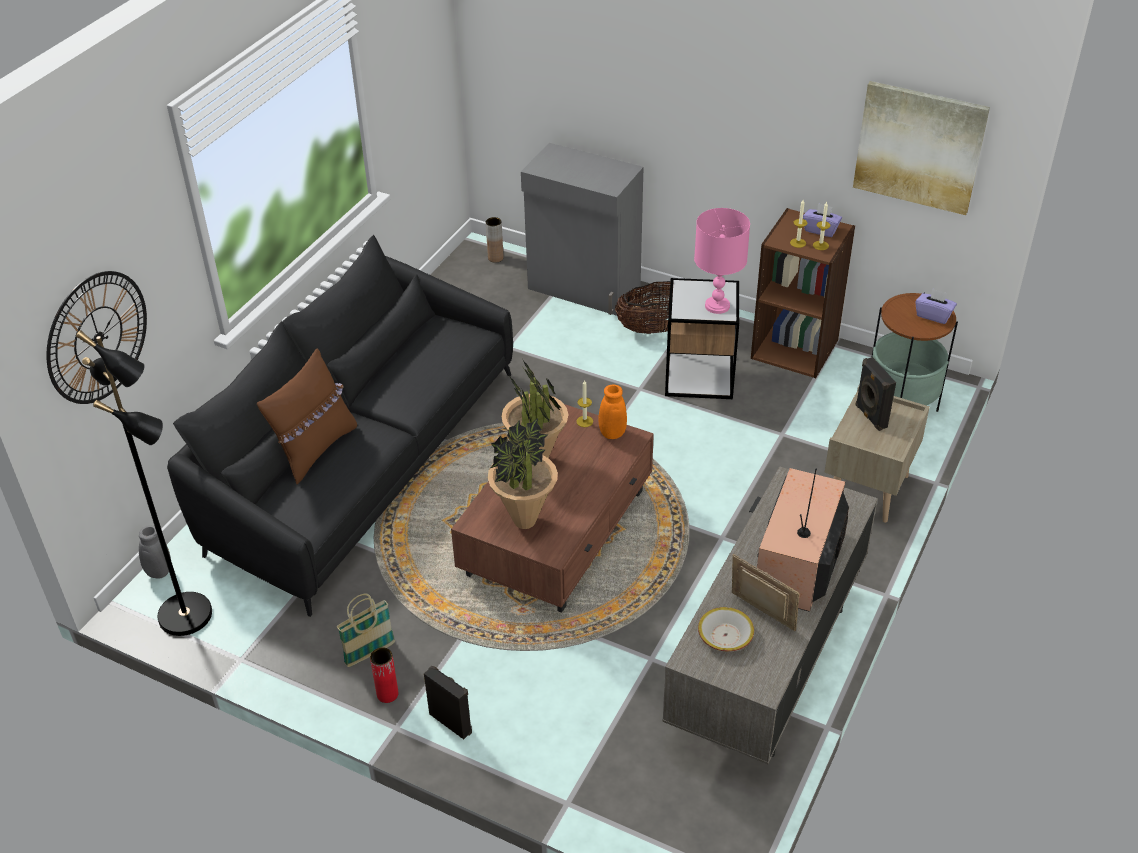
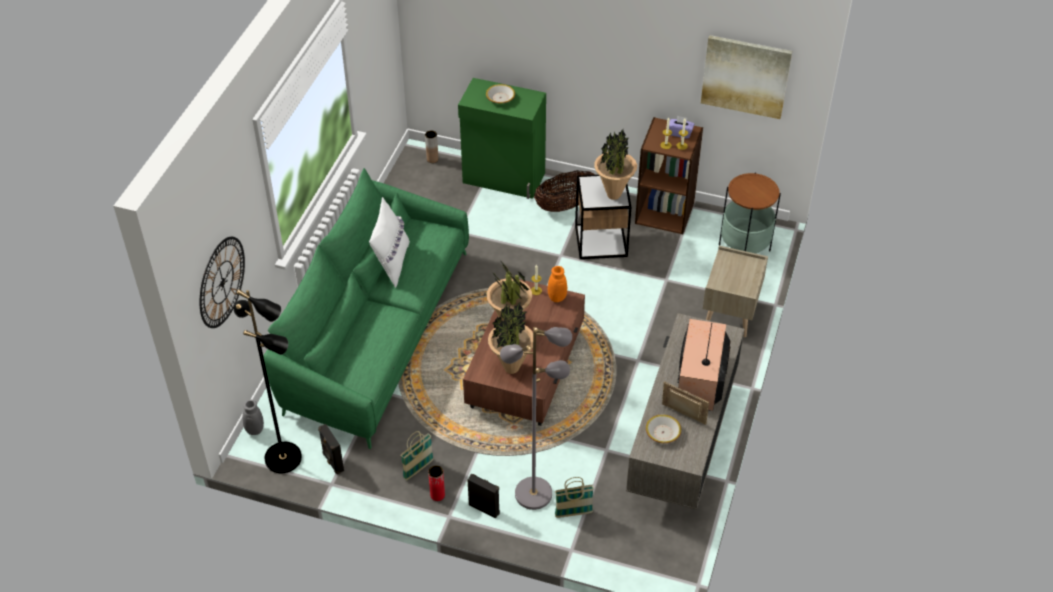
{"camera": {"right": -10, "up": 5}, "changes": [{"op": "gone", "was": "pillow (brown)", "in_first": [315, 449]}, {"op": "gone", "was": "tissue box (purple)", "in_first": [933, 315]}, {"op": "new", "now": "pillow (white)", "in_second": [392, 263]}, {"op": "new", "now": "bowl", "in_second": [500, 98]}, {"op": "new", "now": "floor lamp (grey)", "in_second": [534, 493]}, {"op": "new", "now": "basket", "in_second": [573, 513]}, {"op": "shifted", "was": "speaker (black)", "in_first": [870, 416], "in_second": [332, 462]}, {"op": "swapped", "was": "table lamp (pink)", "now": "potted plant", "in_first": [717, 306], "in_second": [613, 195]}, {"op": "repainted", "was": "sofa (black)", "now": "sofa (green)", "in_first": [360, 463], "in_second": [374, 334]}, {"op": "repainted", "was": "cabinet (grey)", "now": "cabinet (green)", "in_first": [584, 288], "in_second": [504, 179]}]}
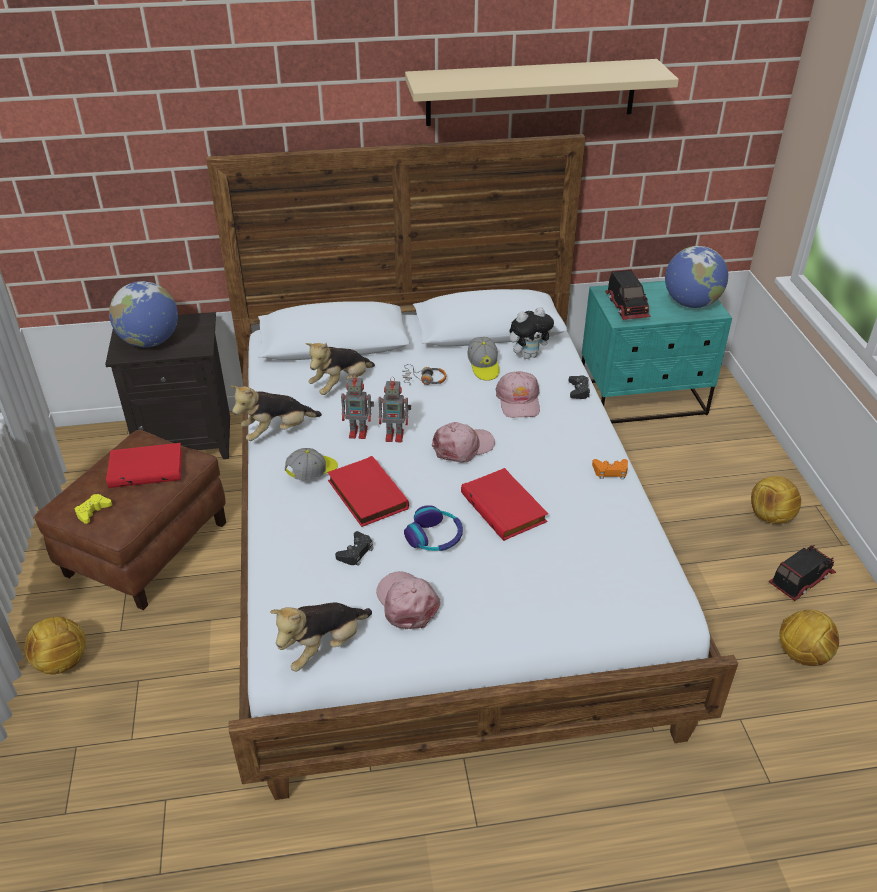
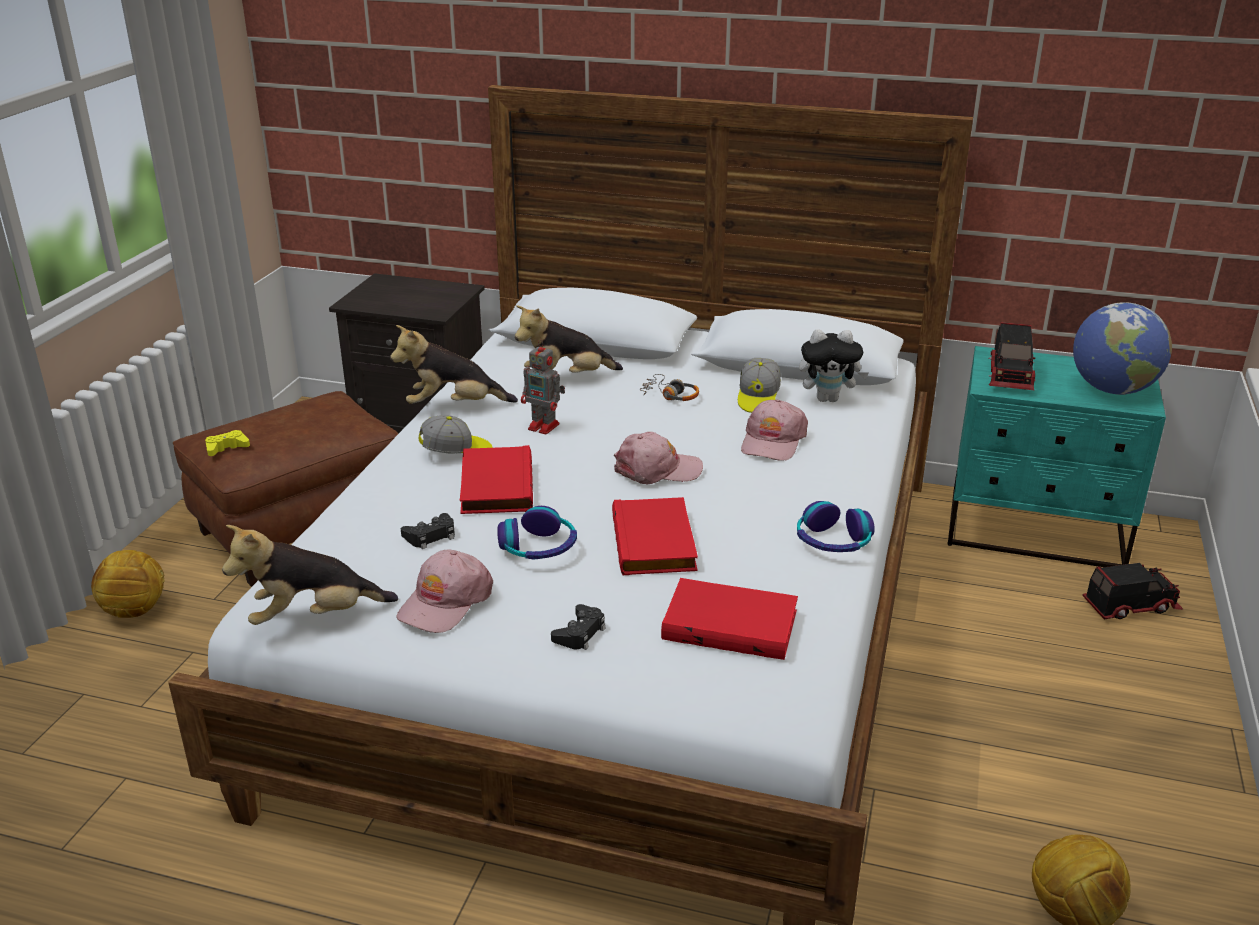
{"camera": {"right": 25, "up": -10}, "changes": [{"op": "gone", "was": "globe", "in_first": [150, 342]}, {"op": "gone", "was": "toy robot", "in_first": [395, 435]}, {"op": "gone", "was": "shelf (beige)", "in_first": [531, 92]}, {"op": "gone", "was": "football", "in_first": [769, 516]}, {"op": "shifted", "was": "book (red)", "in_first": [147, 468], "in_second": [731, 624]}, {"op": "shifted", "was": "game controller (black)", "in_first": [578, 390], "in_second": [580, 633]}, {"op": "shifted", "was": "toy truck", "in_first": [800, 579], "in_second": [1129, 605]}, {"op": "swapped", "was": "game controller (orange)", "now": "headphones", "in_first": [610, 471], "in_second": [833, 541]}, {"op": "rotated", "was": "cap (pink)", "in_first": [407, 603], "in_second": [445, 602], "clockwise": -150}]}
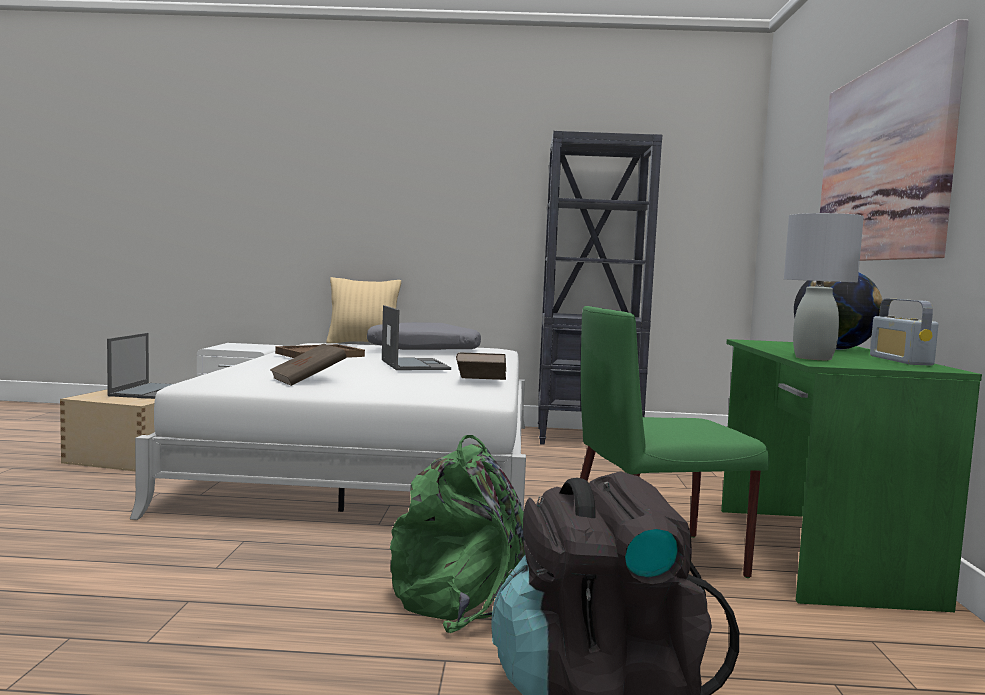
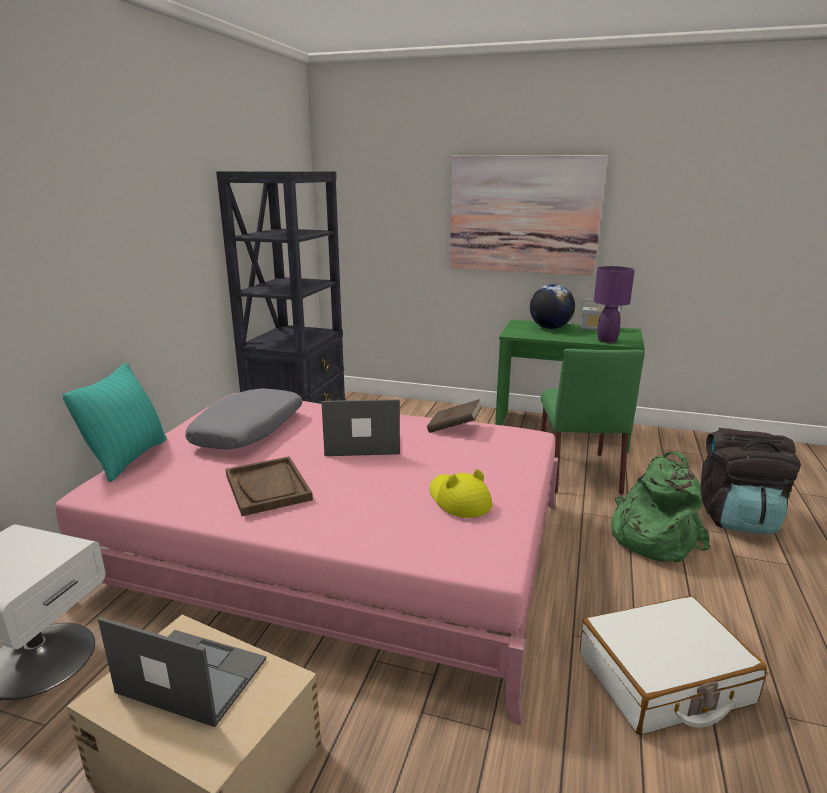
{"camera": {"right": -75, "up": 15}, "changes": [{"op": "new", "now": "suitcase (white)", "in_second": [664, 679]}, {"op": "swapped", "was": "book (brown)", "now": "hat (yellow)", "in_first": [308, 381], "in_second": [458, 500]}, {"op": "repainted", "was": "bed (white)", "now": "bed (pink)", "in_first": [378, 462], "in_second": [337, 549]}, {"op": "repainted", "was": "pillow (beige)", "now": "pillow (turquoise)", "in_first": [363, 343], "in_second": [128, 459]}, {"op": "repainted", "was": "table lamp (grey)", "now": "table lamp (purple)", "in_first": [812, 358], "in_second": [606, 340]}]}
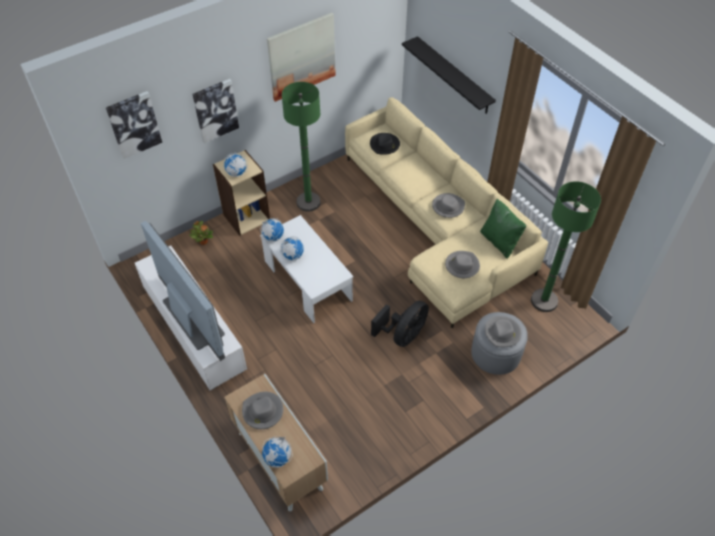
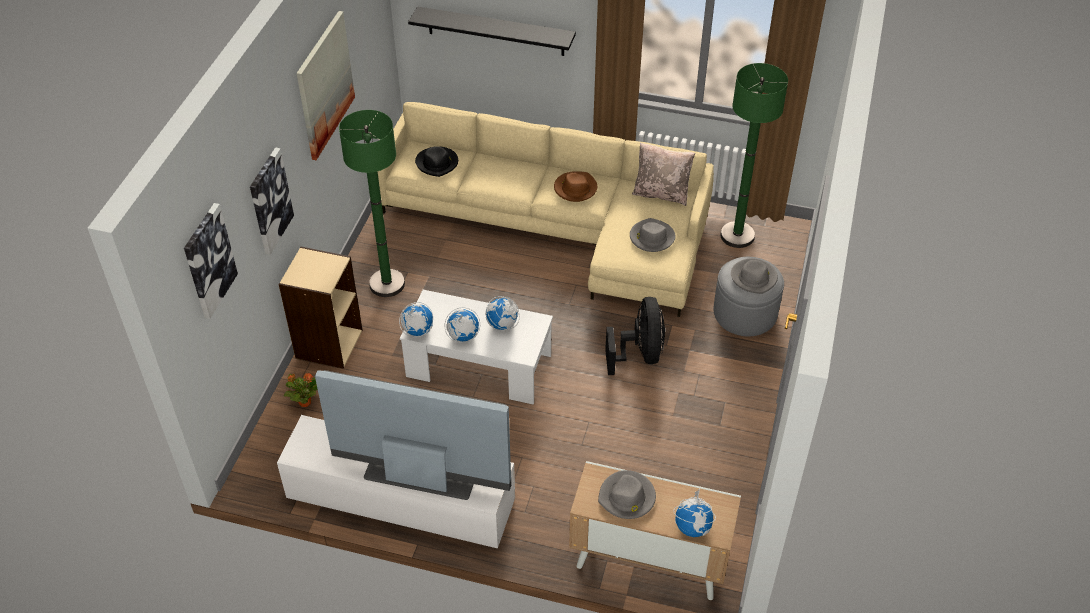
{"camera": {"right": -40, "up": -5}, "changes": [{"op": "shifted", "was": "globe", "in_first": [236, 173], "in_second": [502, 325]}, {"op": "repainted", "was": "hat (grey)", "now": "hat (brown)", "in_first": [448, 206], "in_second": [575, 188]}, {"op": "repainted", "was": "pillow (green)", "now": "pillow (beige)", "in_first": [499, 241], "in_second": [661, 193]}]}
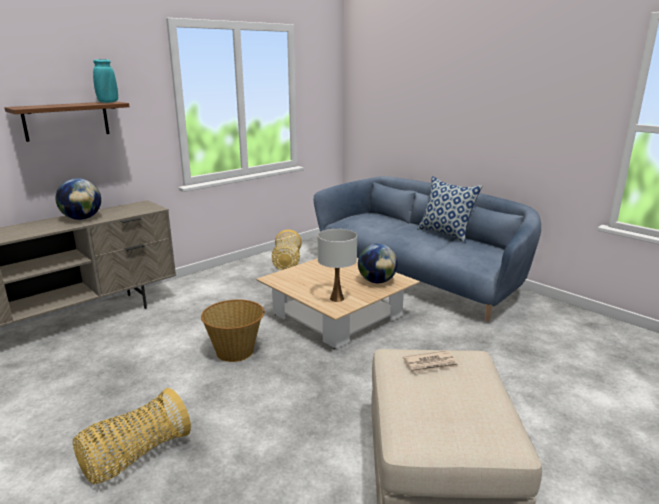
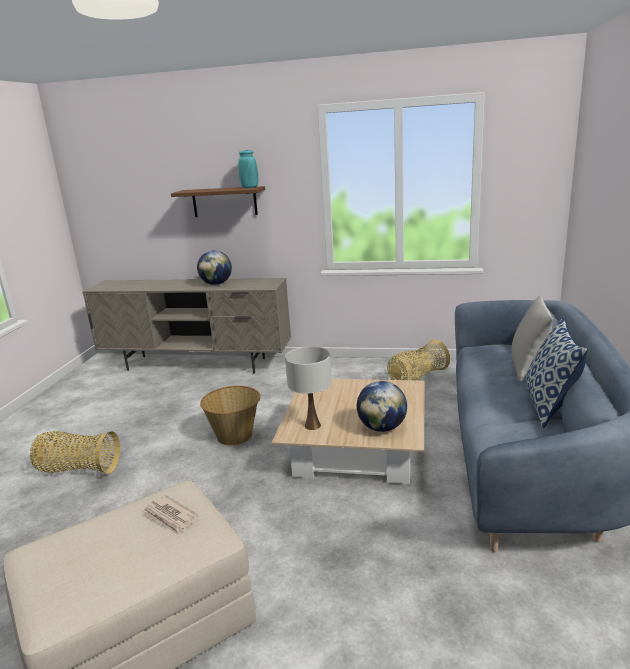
{"camera": {"right": 55, "up": 0}, "changes": [{"op": "new", "now": "pillow (grey)", "in_second": [528, 368]}]}
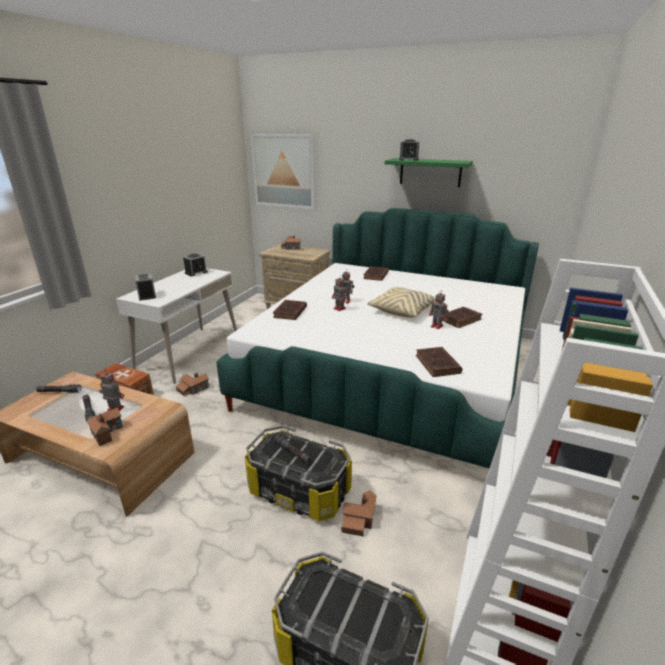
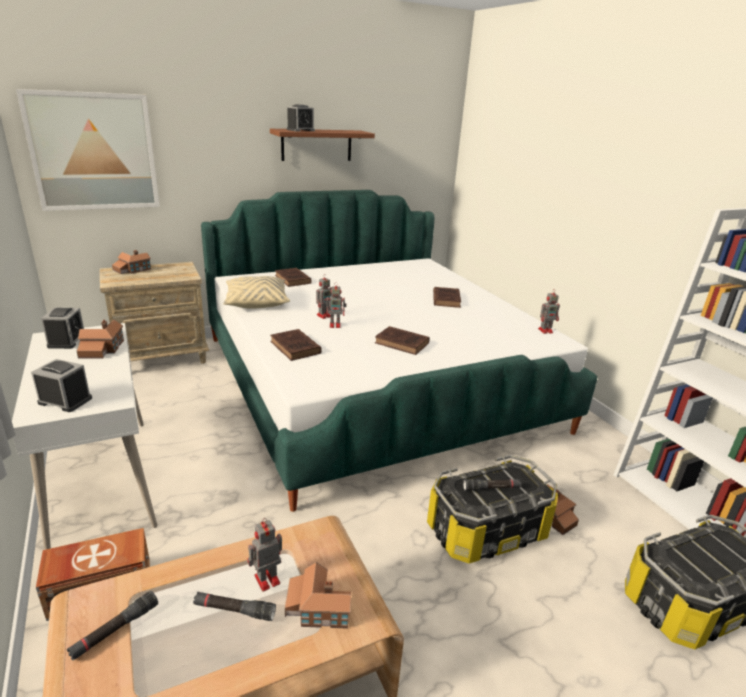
{"camera": {"right": -50, "up": 0}, "changes": [{"op": "shifted", "was": "toy house", "in_first": [193, 389], "in_second": [102, 349]}, {"op": "shifted", "was": "pillow (beige)", "in_first": [402, 310], "in_second": [256, 302]}, {"op": "shifted", "was": "book (brown)", "in_first": [438, 365], "in_second": [403, 343]}, {"op": "shifted", "was": "toy robot", "in_first": [437, 326], "in_second": [546, 330]}, {"op": "repainted", "was": "shelf (green)", "now": "shelf (brown)", "in_first": [430, 172], "in_second": [316, 145]}]}
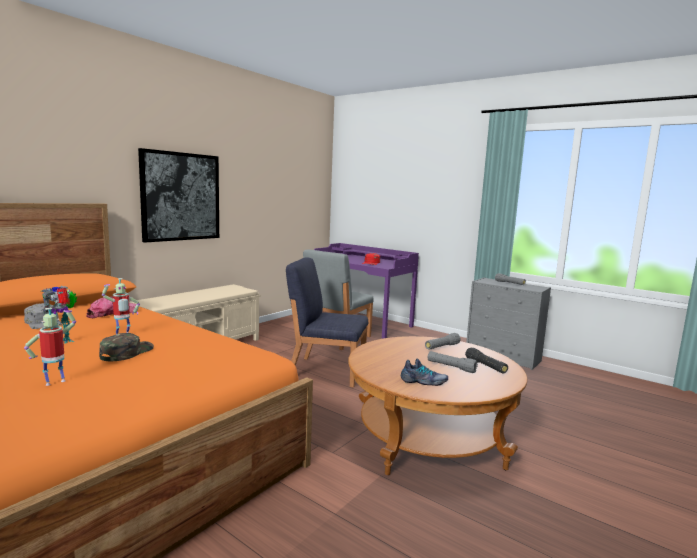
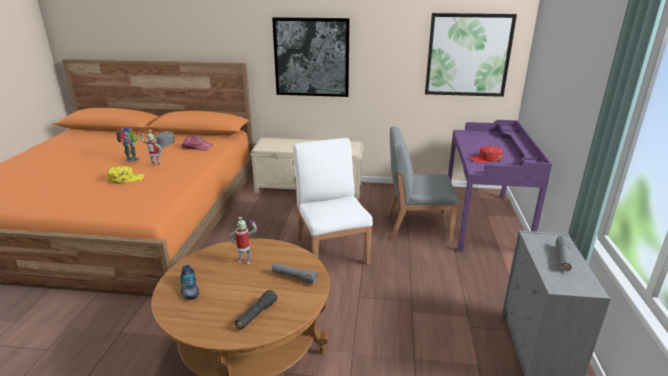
{"camera": {"right": 60, "up": 15}, "changes": [{"op": "gone", "was": "flashlight (grey)", "in_first": [451, 367]}, {"op": "new", "now": "picture", "in_second": [468, 55]}, {"op": "shifted", "was": "toy robot", "in_first": [55, 382], "in_second": [245, 261]}, {"op": "repainted", "was": "cap (green)", "now": "cap (yellow)", "in_first": [126, 352], "in_second": [126, 178]}, {"op": "repainted", "was": "chair (blue)", "now": "chair (white)", "in_first": [326, 371], "in_second": [332, 251]}]}
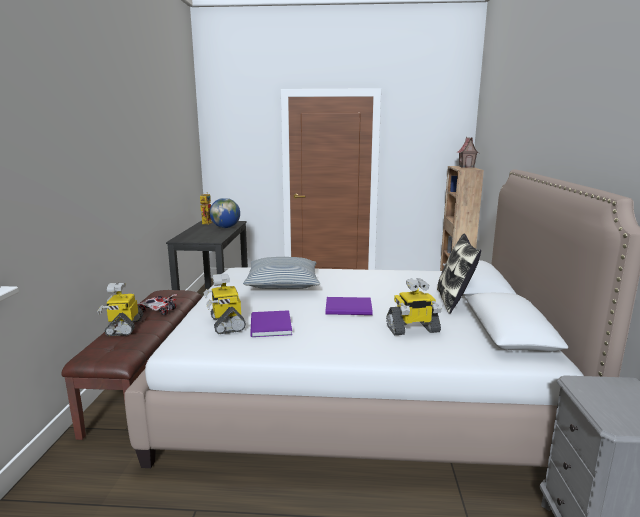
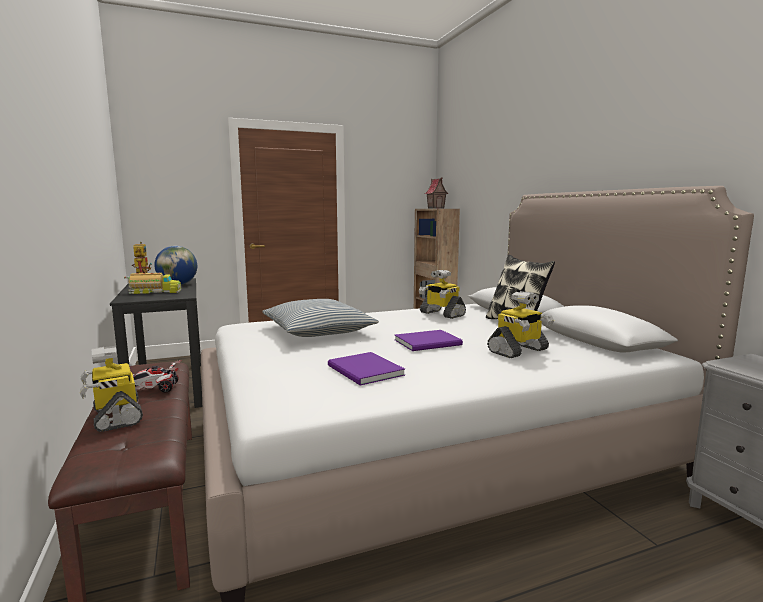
{"camera": {"right": -25, "up": -5}, "changes": [{"op": "new", "now": "toy truck", "in_second": [155, 292]}, {"op": "shifted", "was": "toy robot", "in_first": [226, 323], "in_second": [441, 314]}]}
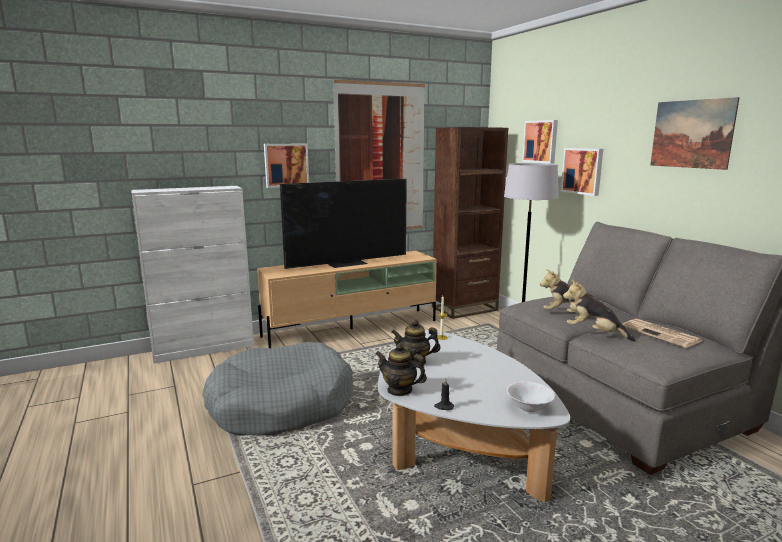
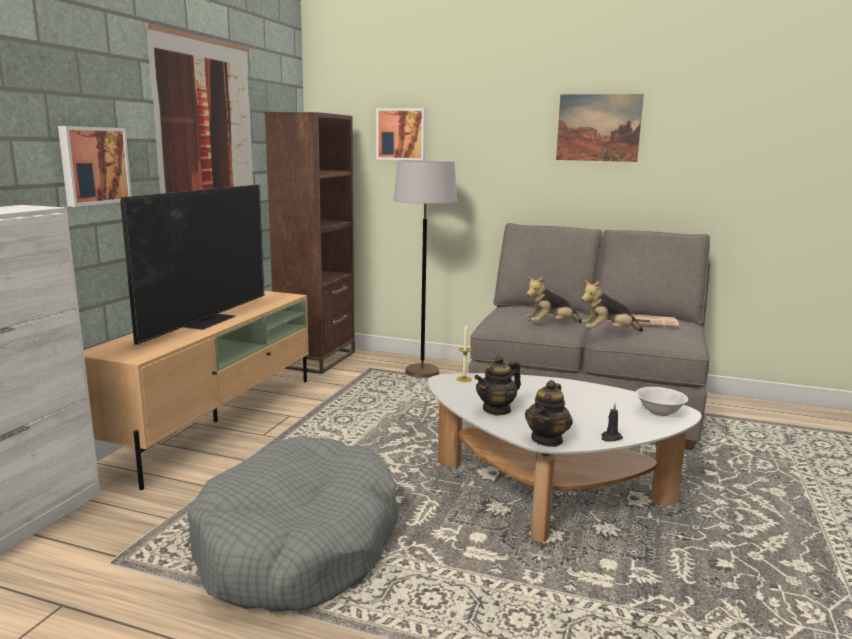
{"camera": {"right": -45, "up": 0}, "changes": [{"op": "gone", "was": "picture", "in_first": [583, 171]}, {"op": "rotated", "was": "teapot", "in_first": [400, 390], "in_second": [547, 440], "clockwise": -45}]}
